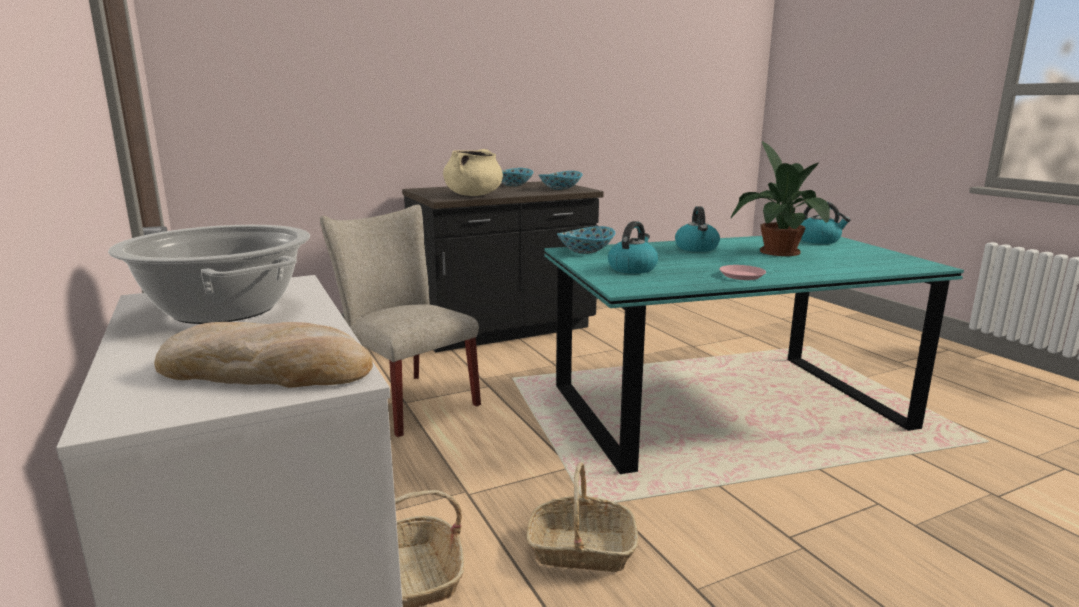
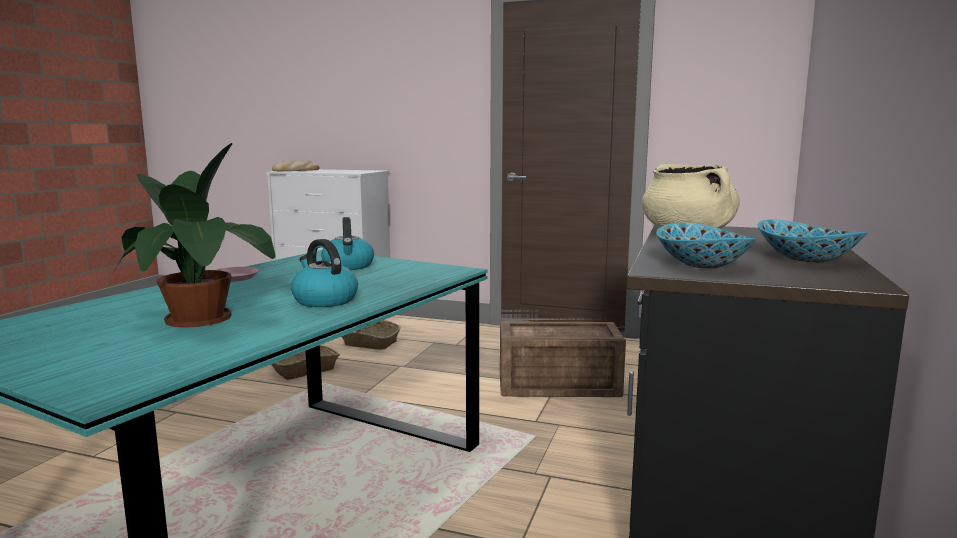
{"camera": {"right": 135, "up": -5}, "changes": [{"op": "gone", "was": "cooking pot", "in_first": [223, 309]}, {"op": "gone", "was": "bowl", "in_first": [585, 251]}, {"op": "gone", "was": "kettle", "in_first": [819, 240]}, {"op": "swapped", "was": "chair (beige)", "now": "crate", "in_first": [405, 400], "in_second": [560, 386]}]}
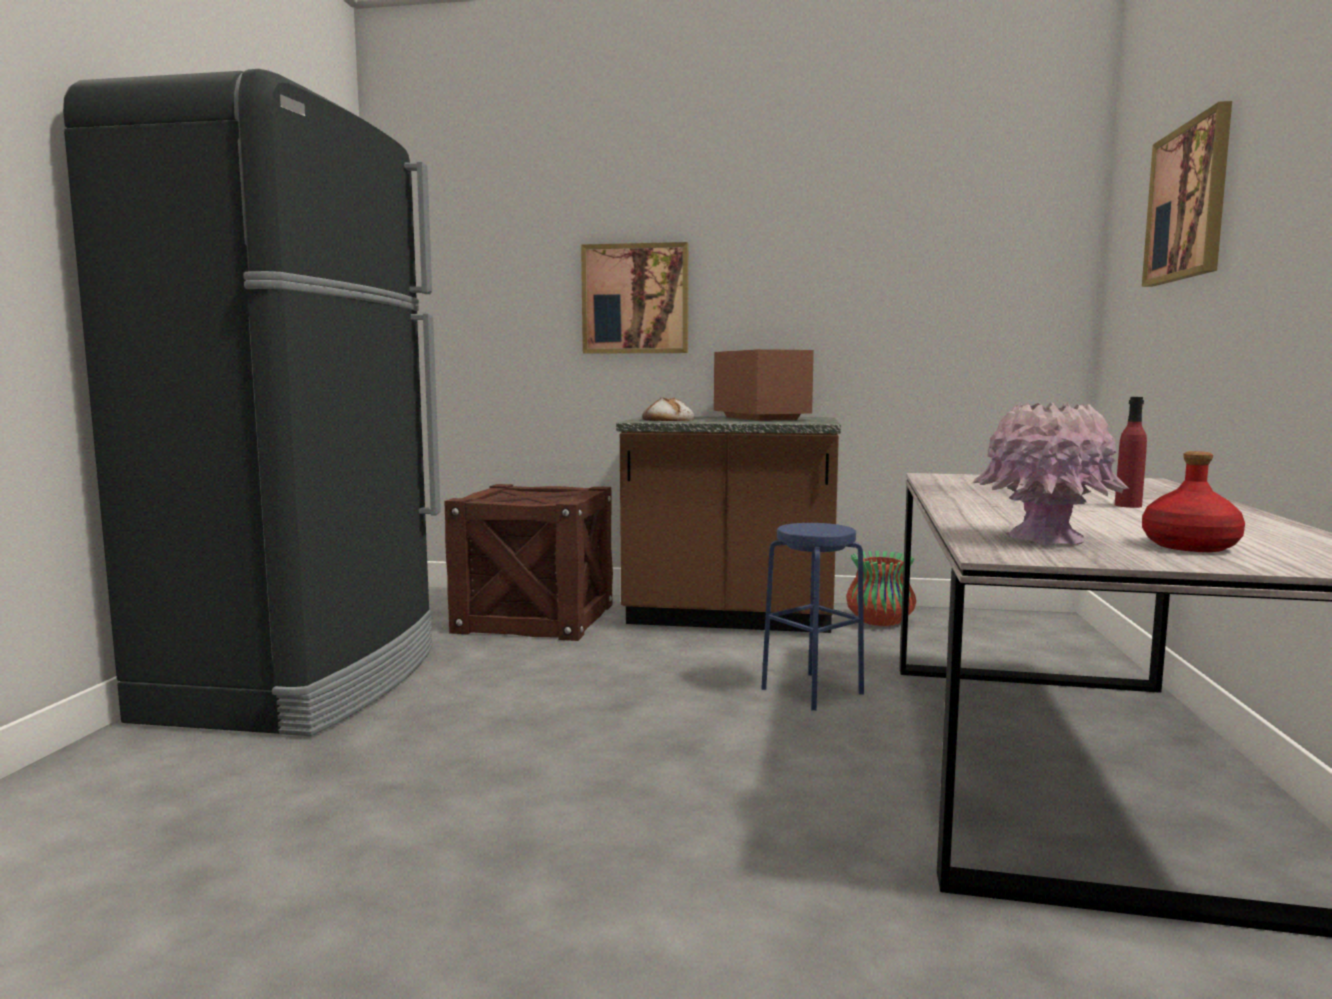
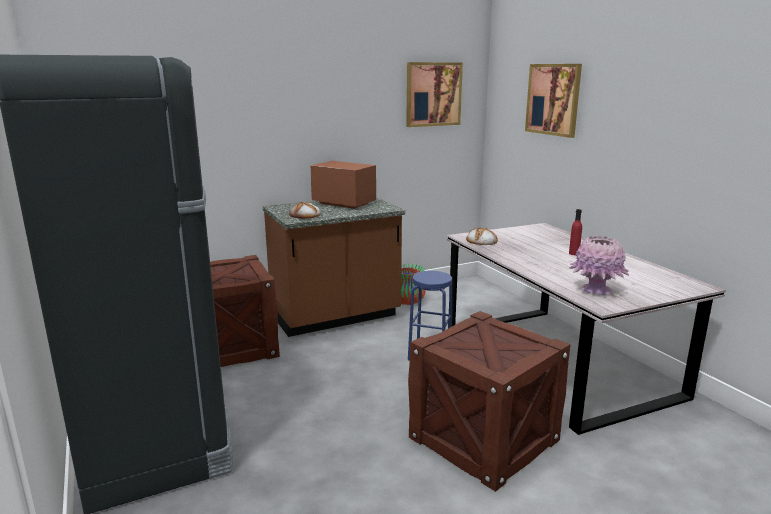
{"camera": {"right": -35, "up": 10}, "changes": [{"op": "gone", "was": "bottle (red)", "in_first": [1188, 546]}, {"op": "new", "now": "crate", "in_second": [484, 439]}, {"op": "new", "now": "bread", "in_second": [481, 241]}, {"op": "shifted", "was": "picture", "in_first": [635, 299], "in_second": [433, 94]}]}
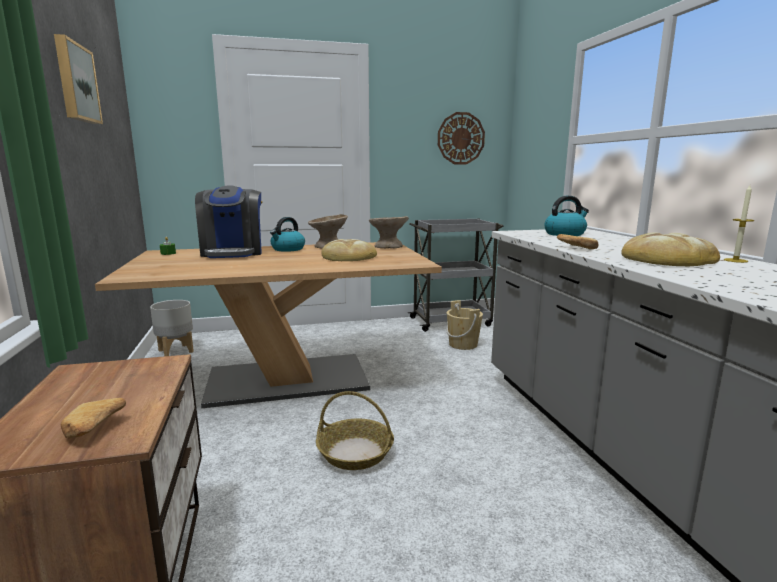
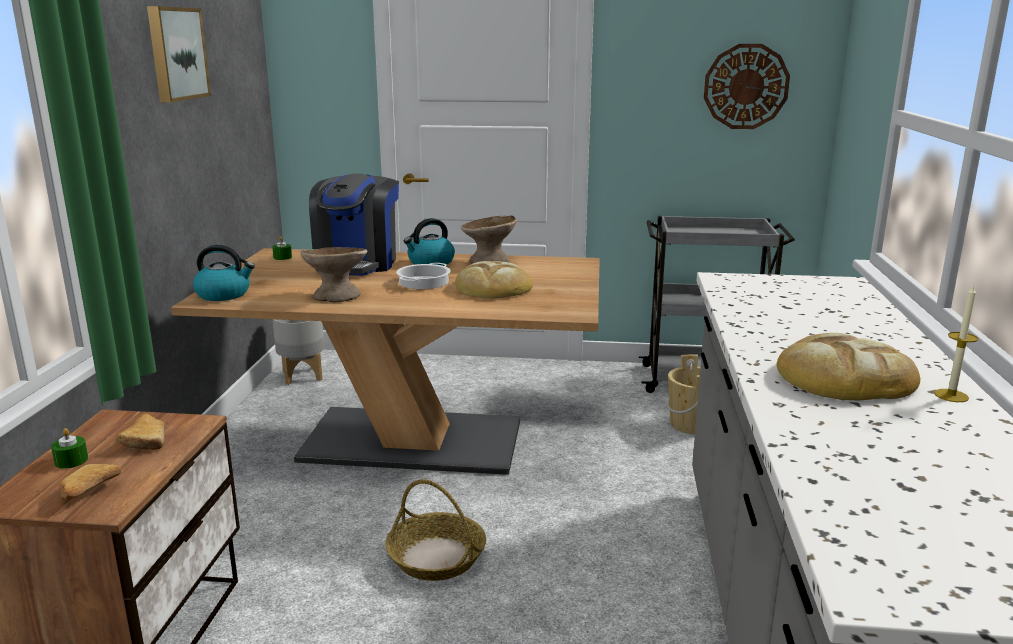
{"camera": {"right": 20, "up": 5}, "changes": [{"op": "new", "now": "candle (green)", "in_second": [71, 461]}, {"op": "new", "now": "cooking pot", "in_second": [424, 282]}, {"op": "shifted", "was": "bowl (beige)", "in_first": [388, 246], "in_second": [337, 296]}, {"op": "shifted", "was": "kettle", "in_first": [565, 234], "in_second": [224, 294]}, {"op": "shifted", "was": "bread", "in_first": [574, 248], "in_second": [147, 440]}]}
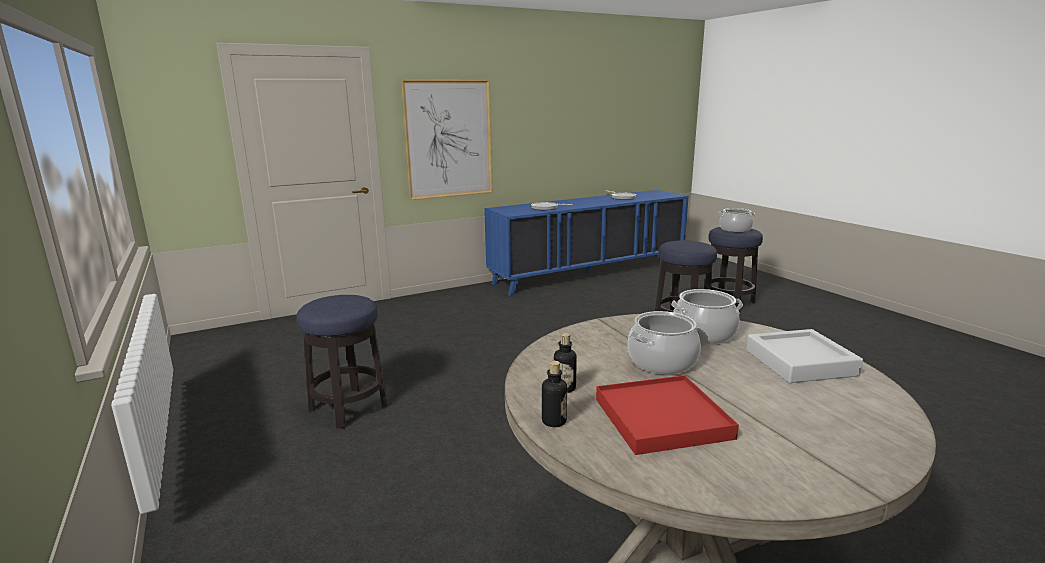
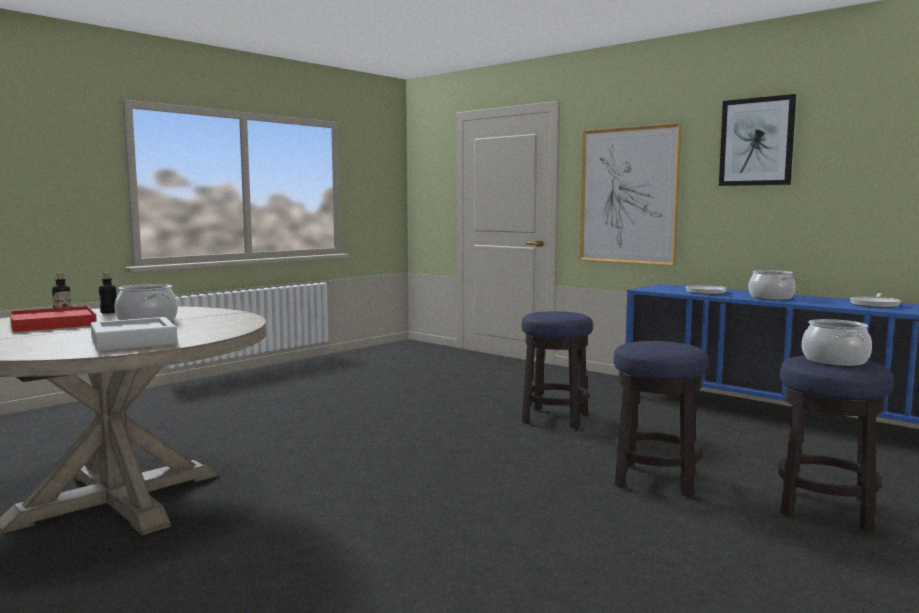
{"camera": {"right": 70, "up": -10}, "changes": [{"op": "new", "now": "picture", "in_second": [756, 142]}, {"op": "shifted", "was": "stool", "in_first": [349, 408], "in_second": [555, 419]}, {"op": "shifted", "was": "cooking pot", "in_first": [704, 334], "in_second": [770, 298]}]}
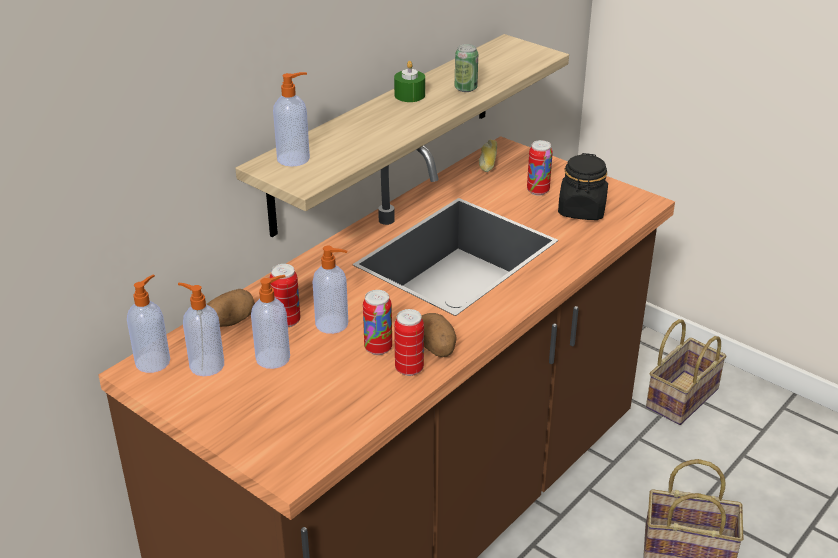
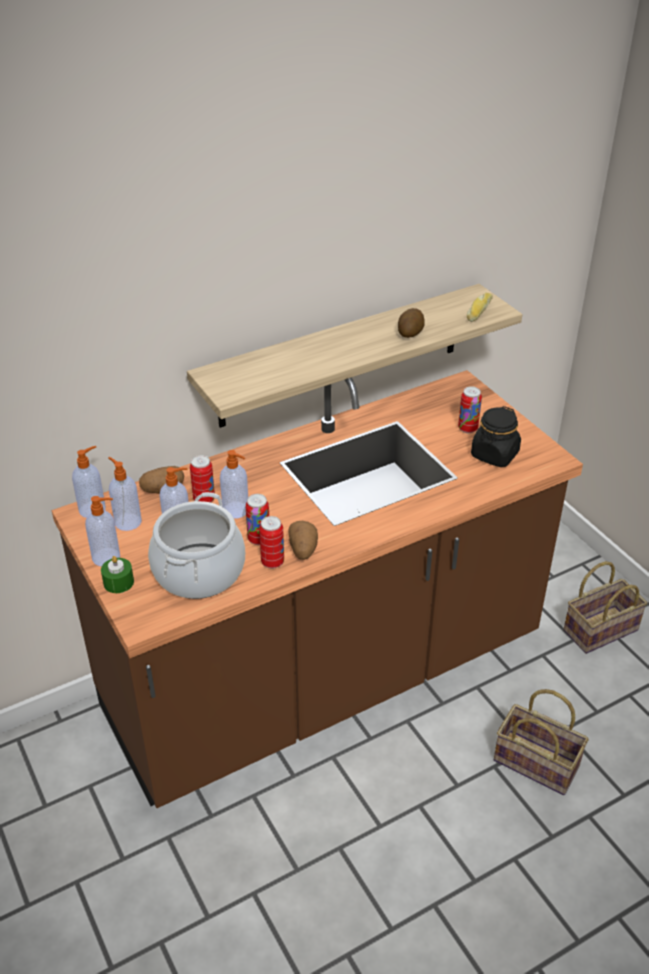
{"camera": {"right": 20, "up": 5}, "changes": [{"op": "new", "now": "cooking pot", "in_second": [198, 571]}, {"op": "shifted", "was": "soap dispenser", "in_first": [294, 158], "in_second": [107, 557]}, {"op": "shifted", "was": "candle (green)", "in_first": [409, 95], "in_second": [118, 582]}, {"op": "shifted", "was": "bread", "in_first": [487, 160], "in_second": [478, 311]}, {"op": "swapped", "was": "can", "now": "potato", "in_first": [465, 88], "in_second": [410, 332]}]}
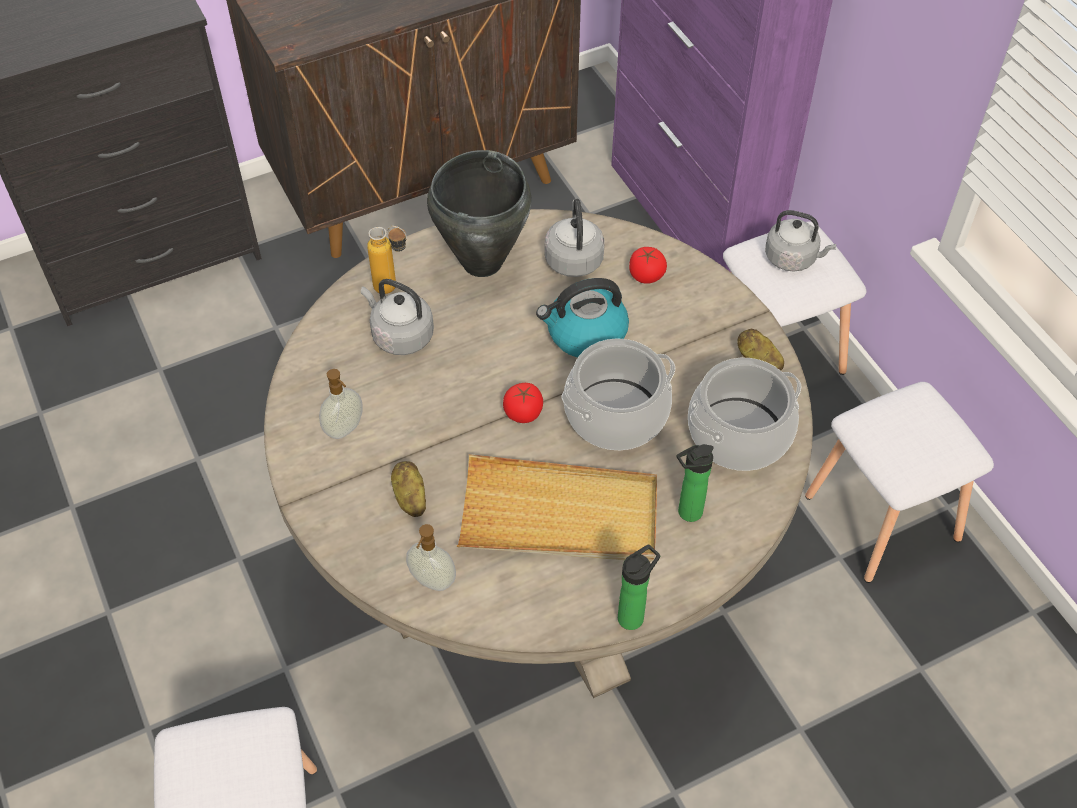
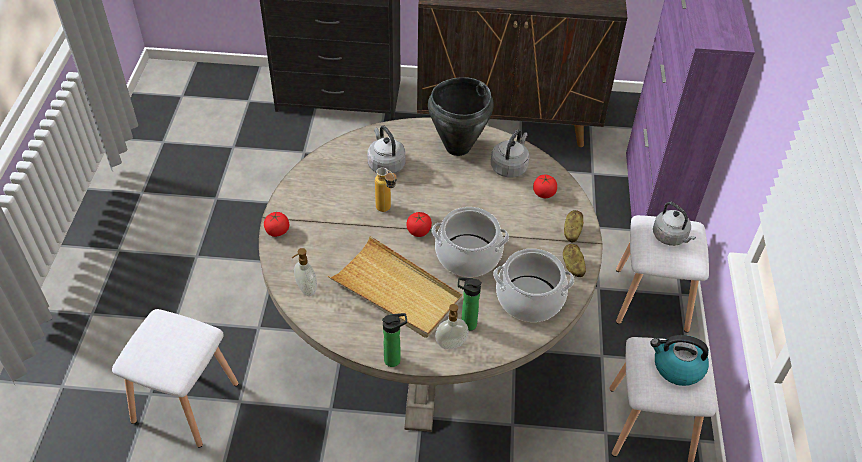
{"camera": {"right": 30, "up": -5}, "changes": [{"op": "new", "now": "tomato", "in_second": [277, 231]}, {"op": "shifted", "was": "soap dispenser", "in_first": [345, 429], "in_second": [451, 345]}, {"op": "shifted", "was": "bottle", "in_first": [393, 289], "in_second": [387, 211]}, {"op": "shifted", "was": "potato", "in_first": [409, 497], "in_second": [571, 232]}, {"op": "shifted", "was": "kettle", "in_first": [585, 334], "in_second": [677, 367]}]}
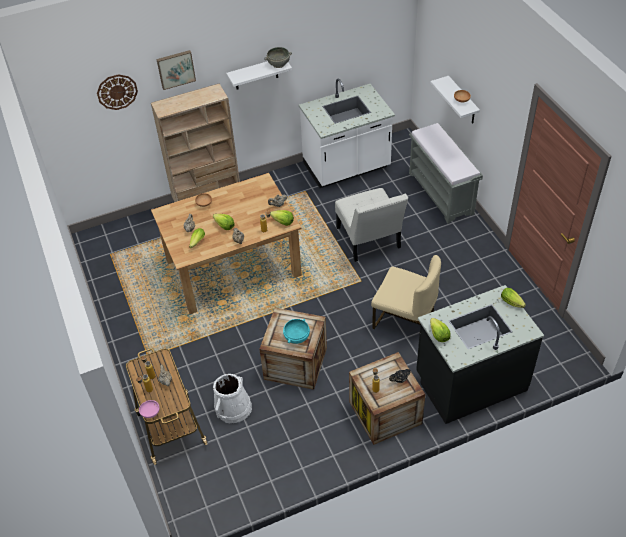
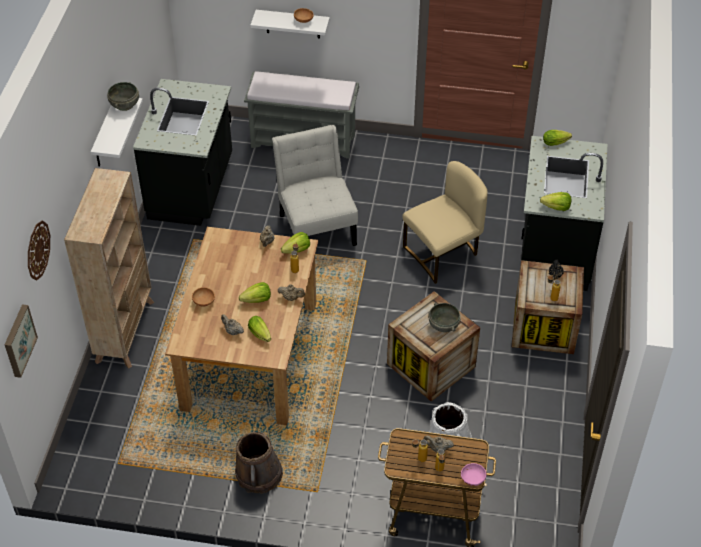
{"camera": {"right": -60, "up": 0}, "changes": [{"op": "new", "now": "bucket (brown)", "in_second": [259, 474]}, {"op": "shifted", "was": "picture", "in_first": [176, 69], "in_second": [18, 340]}, {"op": "repainted", "was": "bowl (turquoise)", "now": "bowl (grey)", "in_first": [296, 337], "in_second": [443, 325]}, {"op": "repainted", "was": "counter (white)", "now": "counter (black)", "in_first": [347, 167], "in_second": [192, 188]}, {"op": "rotated", "was": "chair (white)", "in_first": [369, 240], "in_second": [316, 226], "clockwise": -120}]}
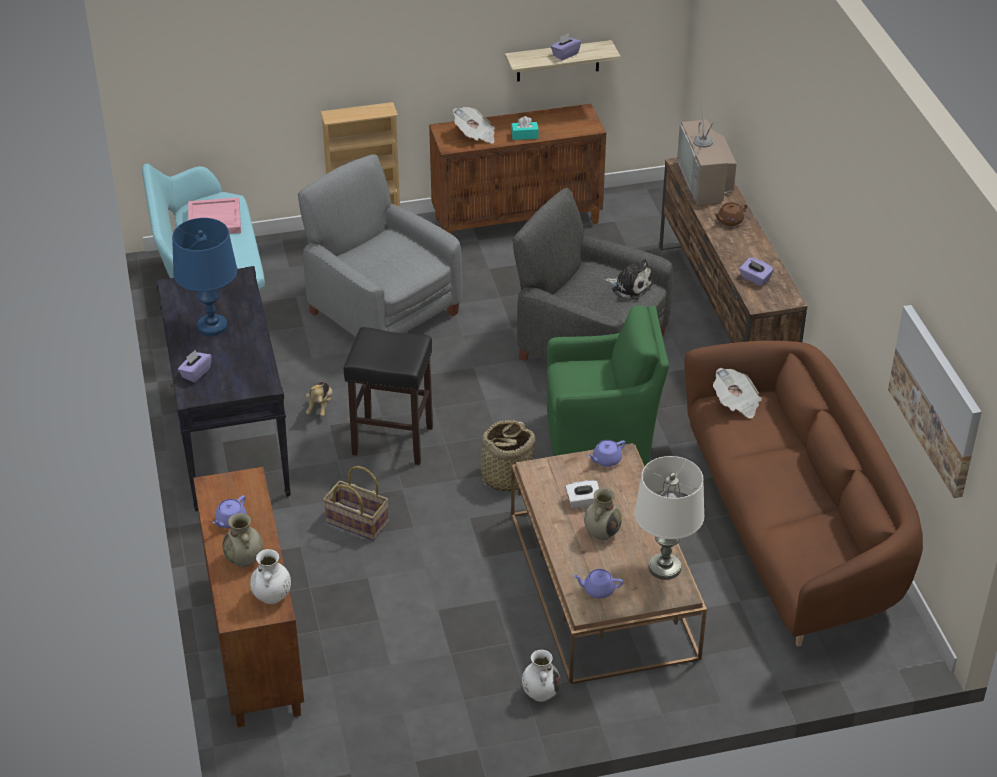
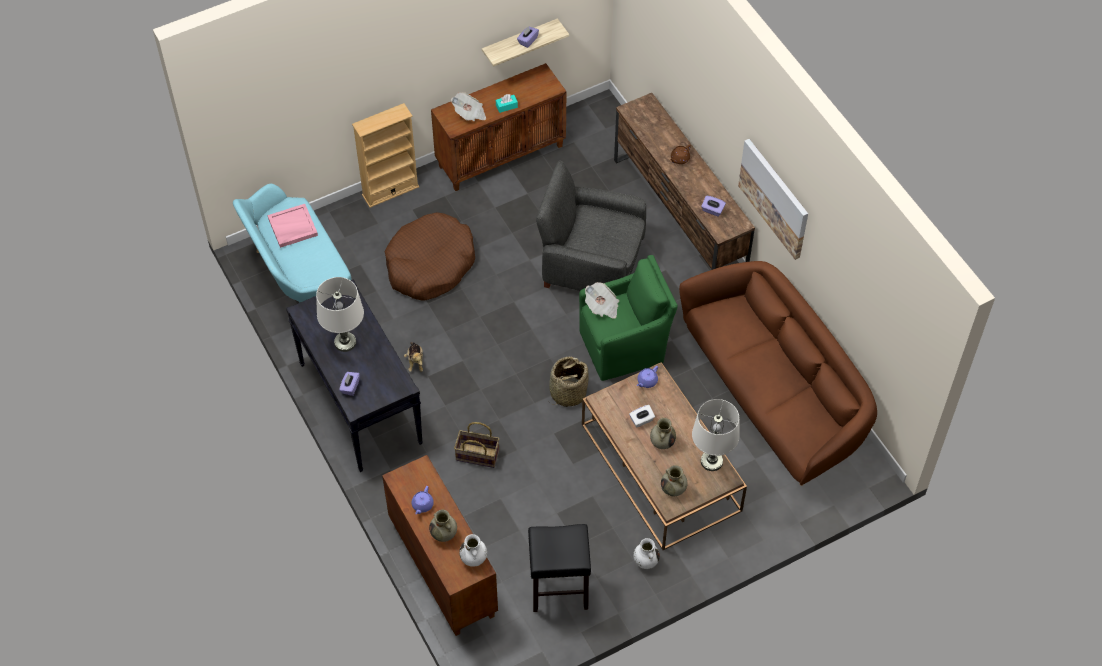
{"camera": {"right": -15, "up": 15}, "changes": [{"op": "gone", "was": "plush toy", "in_first": [630, 286]}, {"op": "gone", "was": "television", "in_first": [705, 181]}, {"op": "shifted", "was": "stool (black)", "in_first": [391, 441], "in_second": [558, 590]}, {"op": "shifted", "was": "newspaper", "in_first": [736, 403], "in_second": [602, 307]}, {"op": "shifted", "was": "picture", "in_first": [936, 399], "in_second": [774, 198]}, {"op": "swapped", "was": "armchair (grey)", "now": "dog bed (brown)", "in_first": [382, 311], "in_second": [430, 265]}, {"op": "swapped", "was": "teapot (purple)", "now": "vase (beige)", "in_first": [598, 590], "in_second": [673, 489]}, {"op": "repainted", "was": "table lamp (blue)", "now": "table lamp (white)", "in_first": [212, 326], "in_second": [345, 342]}]}
